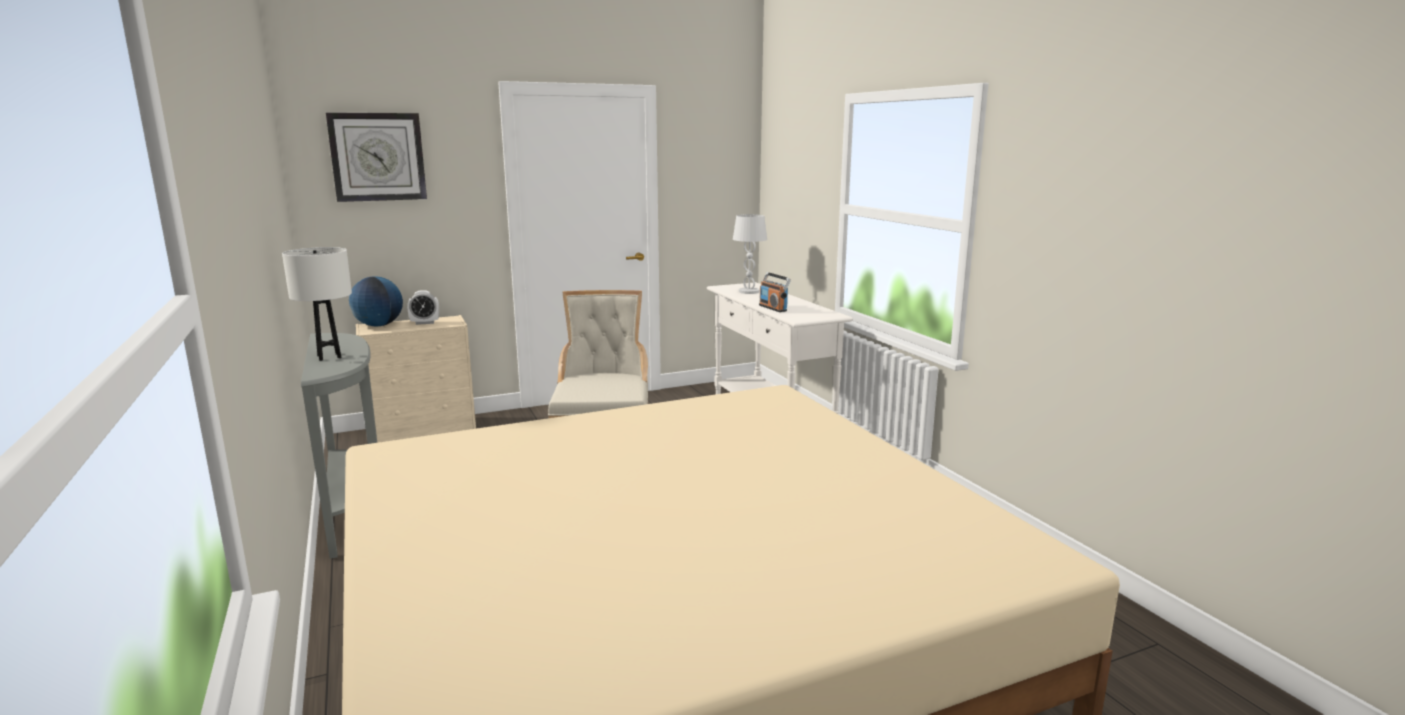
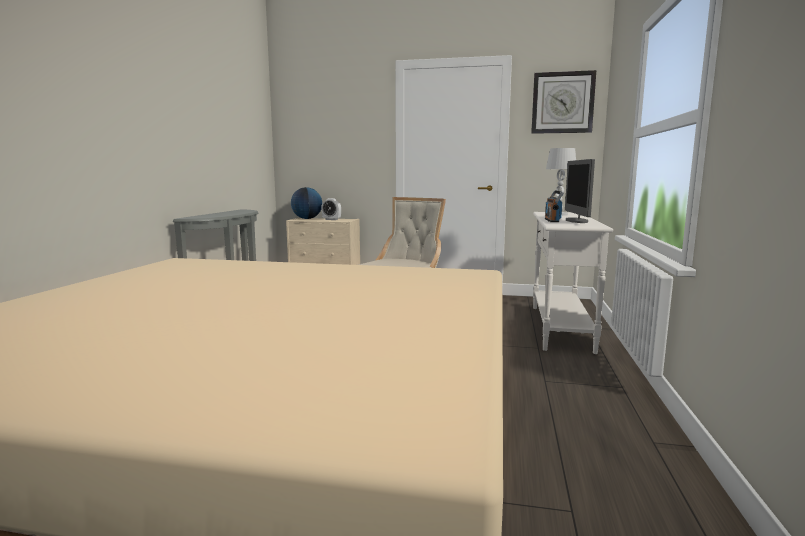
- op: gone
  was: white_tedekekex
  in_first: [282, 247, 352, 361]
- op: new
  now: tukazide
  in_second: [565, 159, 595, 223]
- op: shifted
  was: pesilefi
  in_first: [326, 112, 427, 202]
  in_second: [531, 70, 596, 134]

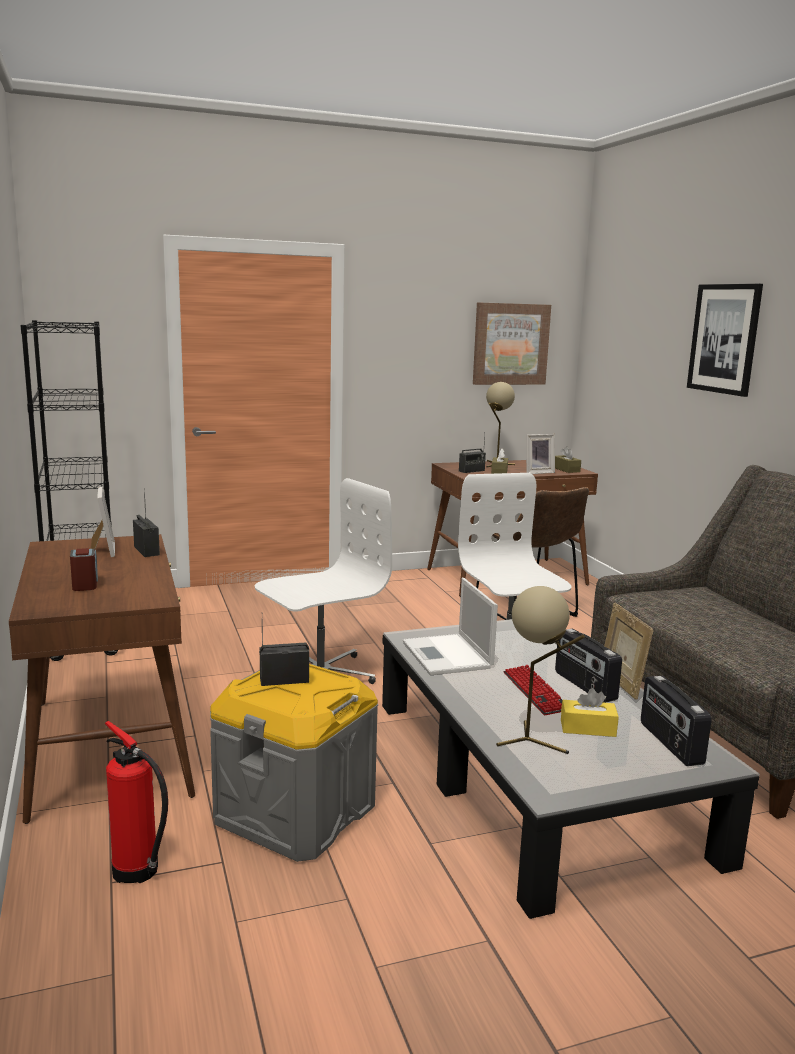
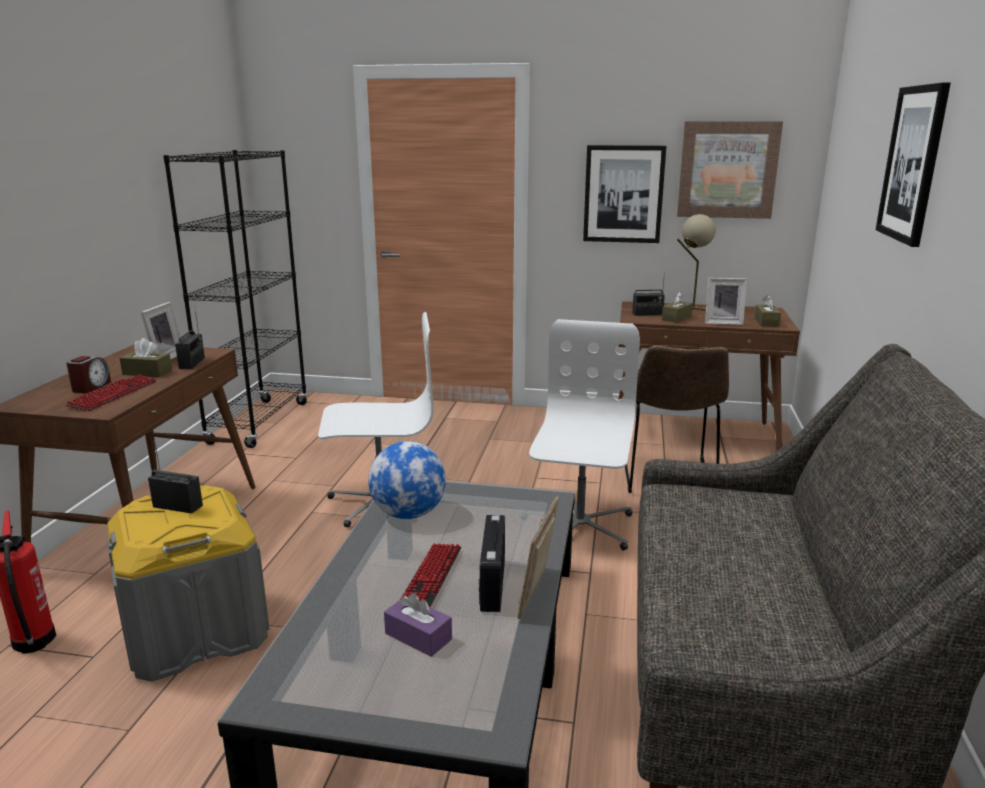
- op: gone
  was: beige_tedekekex
  in_first: [496, 586, 585, 754]
- op: gone
  was: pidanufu
  in_first: [641, 676, 712, 766]
- op: new
  now: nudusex
  in_second: [66, 375, 156, 411]
- op: new
  now: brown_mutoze
  in_second: [120, 338, 172, 377]
- op: new
  now: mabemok
  in_second: [583, 145, 666, 243]
- op: swapped
  was: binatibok
  now: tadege
  in_first: [403, 578, 498, 675]
  in_second: [368, 441, 446, 519]
- op: repainted
  was: yellow_mutoze
  now: purple_mutoze
  in_first: [561, 688, 619, 737]
  in_second: [384, 593, 452, 657]

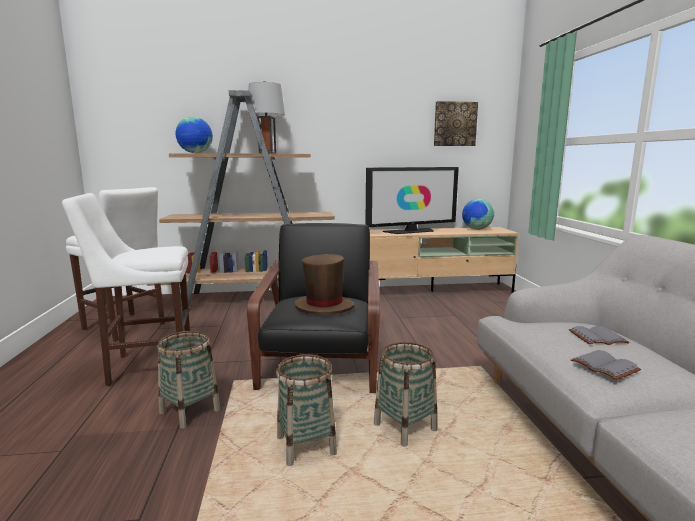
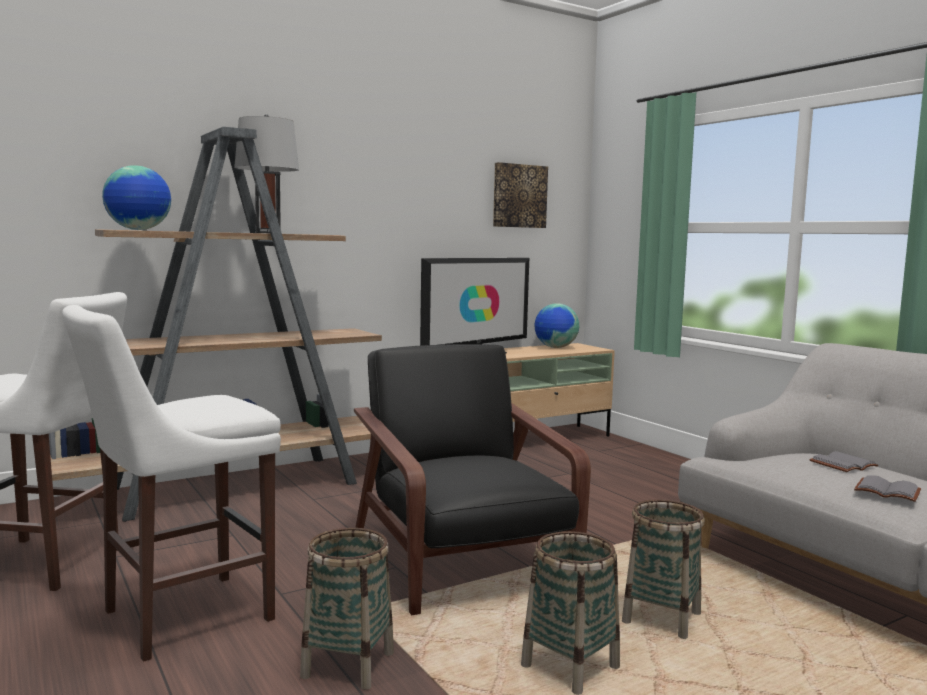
- op: gone
  was: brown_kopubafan
  in_first: [295, 254, 354, 315]

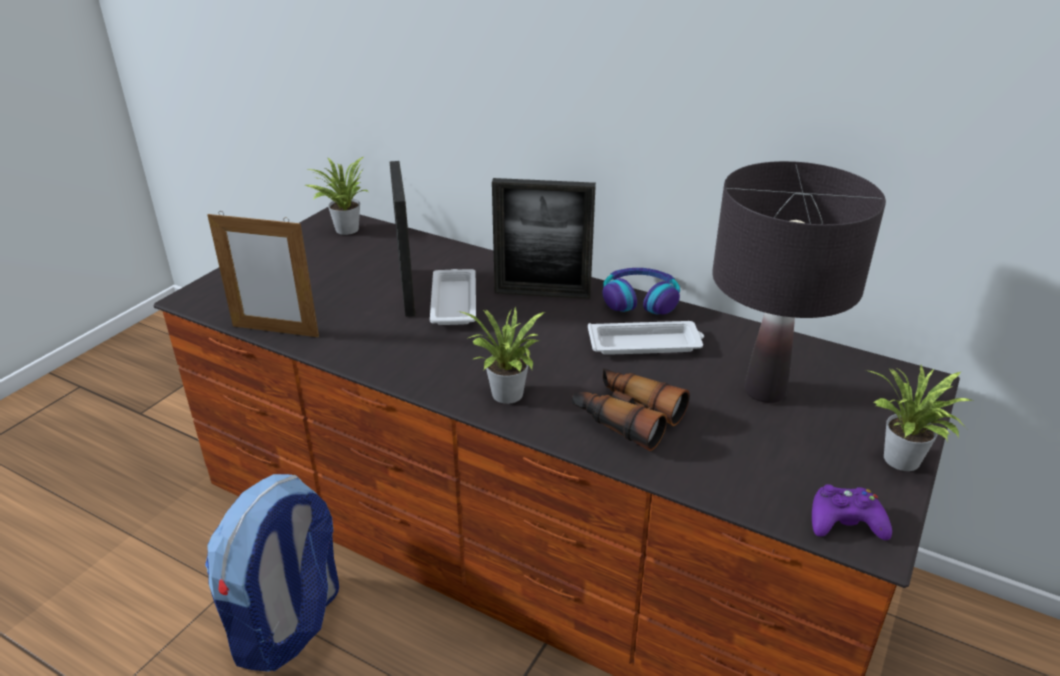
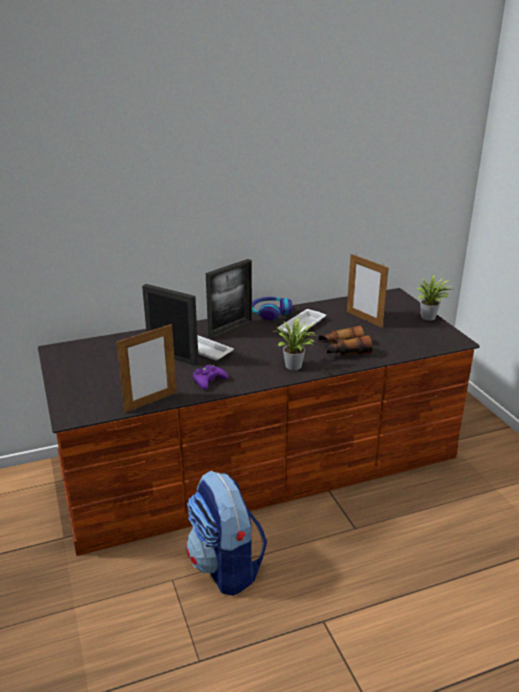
- op: gone
  was: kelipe
  in_first: [306, 157, 368, 235]
- op: shifted
  was: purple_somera
  in_first: [812, 484, 892, 540]
  in_second: [193, 364, 228, 390]
- op: swapped
  was: black_tedekekex
  now: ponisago
  in_first: [712, 161, 886, 403]
  in_second: [347, 253, 389, 328]

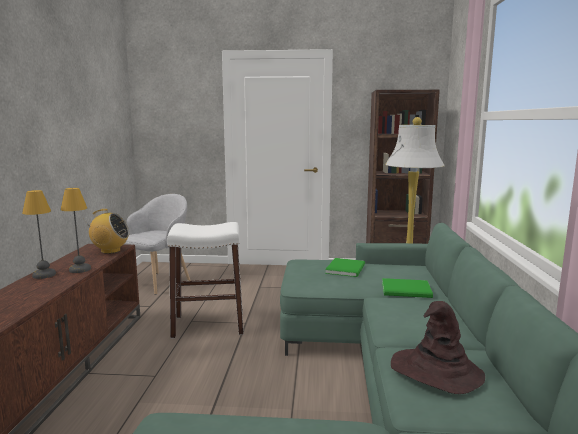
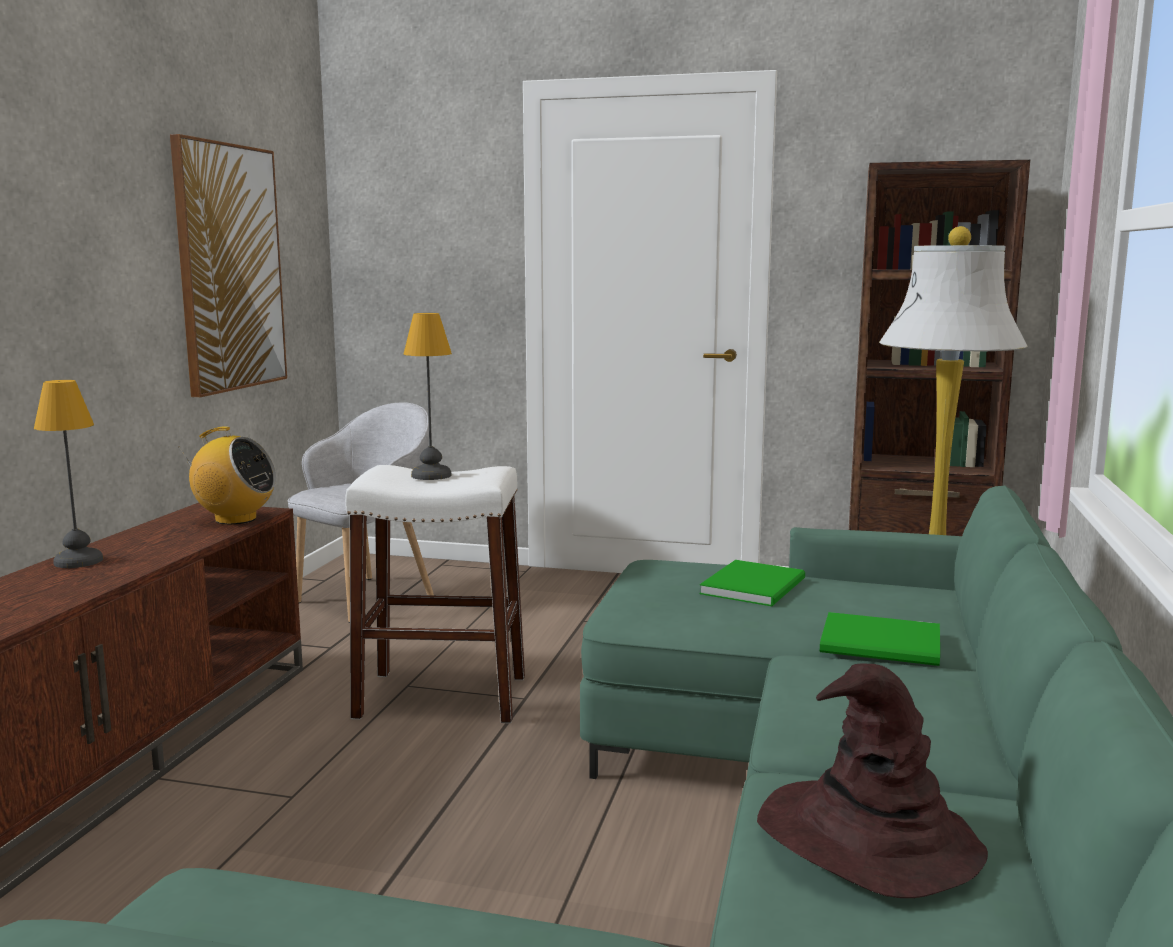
- op: new
  now: mabemok
  in_second: [170, 134, 287, 398]
- op: shifted
  was: tedekekex
  in_first: [61, 188, 91, 273]
  in_second: [403, 313, 452, 480]

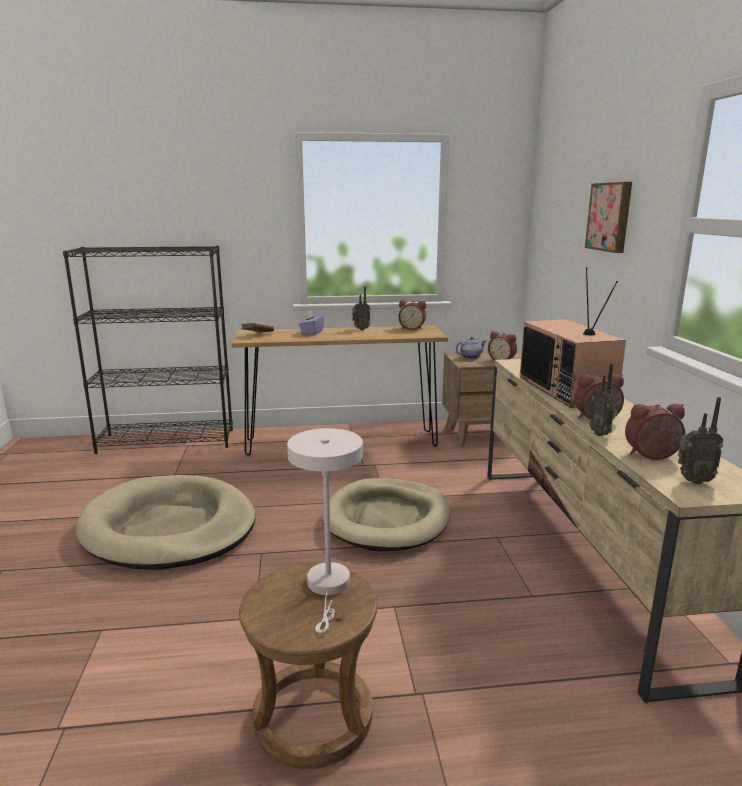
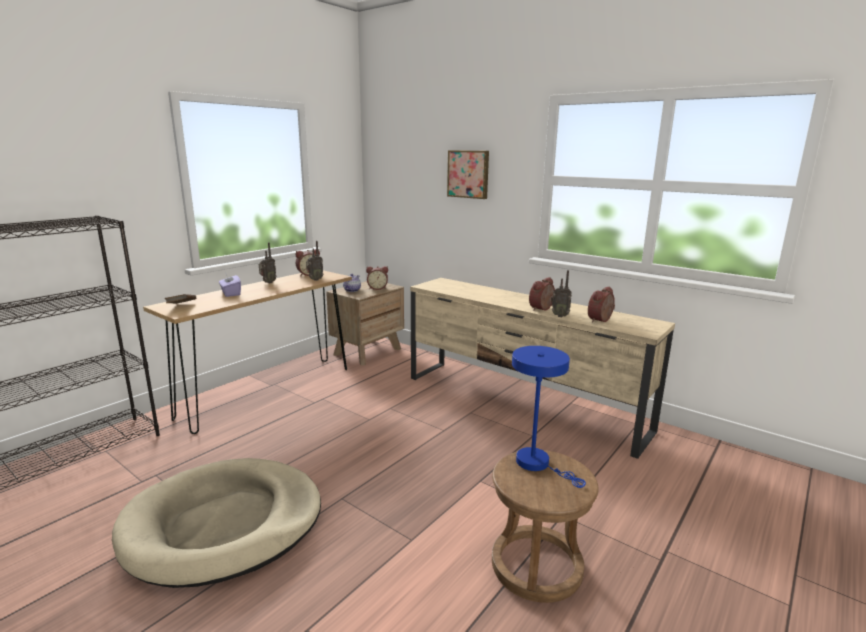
- op: gone
  was: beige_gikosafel
  in_first: [322, 478, 450, 552]
- op: gone
  was: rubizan
  in_first: [520, 267, 626, 408]
- op: shifted
  was: pidanufu
  in_first: [678, 397, 724, 484]
  in_second: [306, 241, 323, 281]
- op: repainted
  was: white_tedekekex
  now: blue_tedekekex
  in_first: [287, 428, 363, 633]
  in_second: [512, 346, 586, 488]

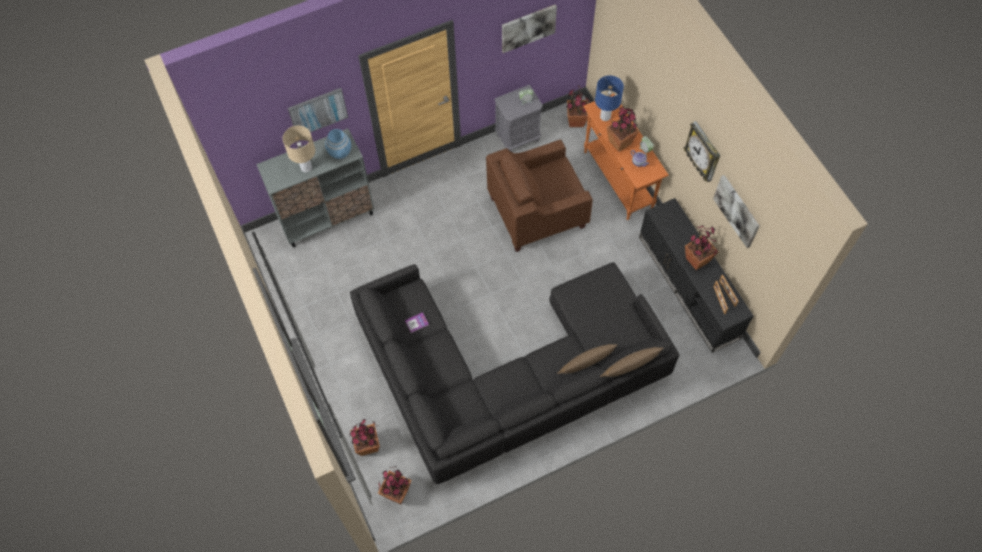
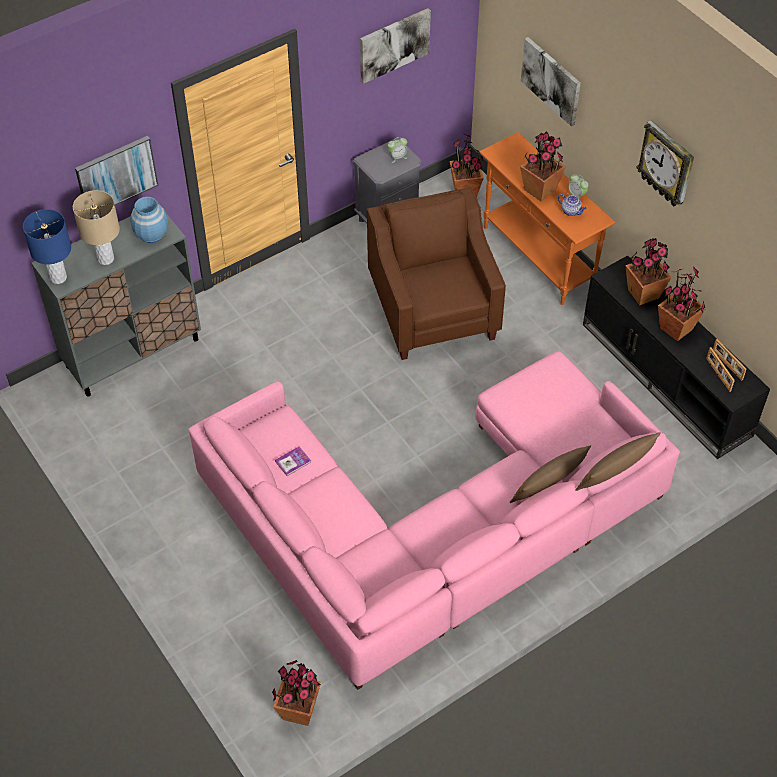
- op: shifted
  was: kelipe
  in_first: [349, 419, 380, 456]
  in_second: [625, 238, 671, 306]
- op: shifted
  was: blue_tedekekex
  in_first: [595, 75, 624, 121]
  in_second: [23, 209, 71, 284]
- op: shifted
  was: mabemok
  in_first: [713, 175, 760, 248]
  in_second: [521, 37, 581, 126]
- op: repainted
  was: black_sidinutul
  now: pink_sidinutul
  in_first: [350, 262, 680, 485]
  in_second: [188, 351, 680, 690]
- op: rotated
  was: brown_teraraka
  in_first: [486, 140, 593, 252]
  in_second: [367, 188, 506, 360]
  clockwise: 105

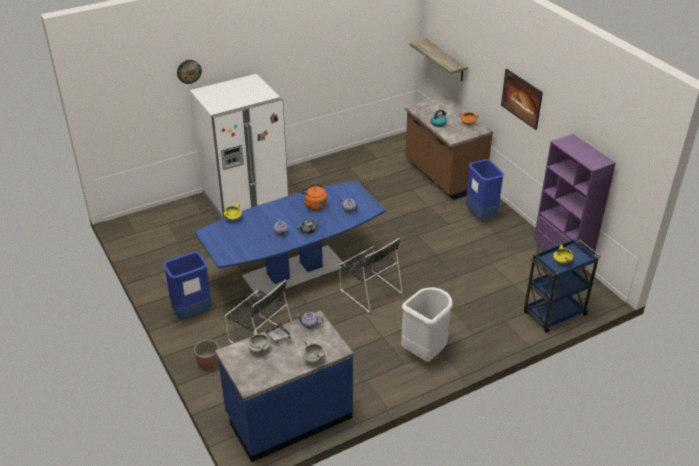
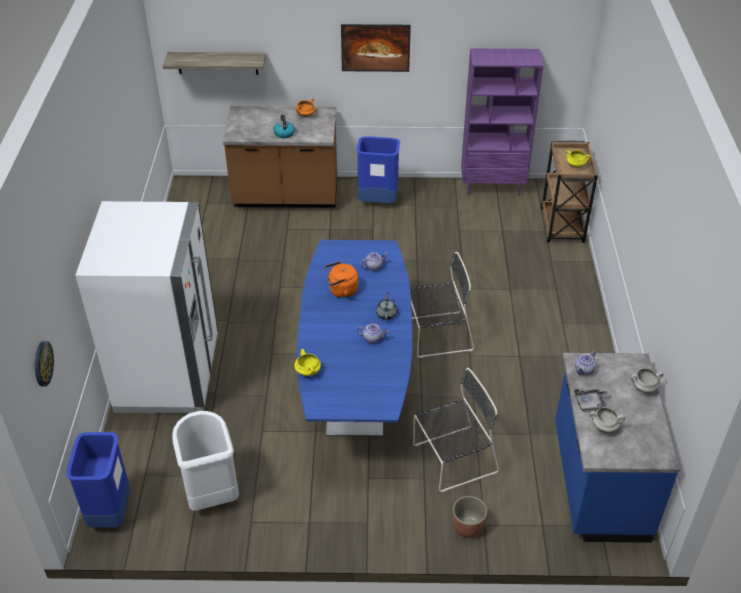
- op: shifted
  was: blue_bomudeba
  in_first: [163, 252, 212, 319]
  in_second: [66, 432, 130, 528]
- op: shifted
  was: pesilefi
  in_first: [177, 60, 202, 84]
  in_second: [35, 341, 54, 386]
- op: shifted
  was: white_bomudeba
  in_first: [401, 287, 453, 362]
  in_second: [172, 411, 239, 511]
- op: repainted
  was: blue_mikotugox
  now: brown_mikotugox
  in_first: [524, 239, 601, 333]
  in_second: [541, 140, 598, 243]

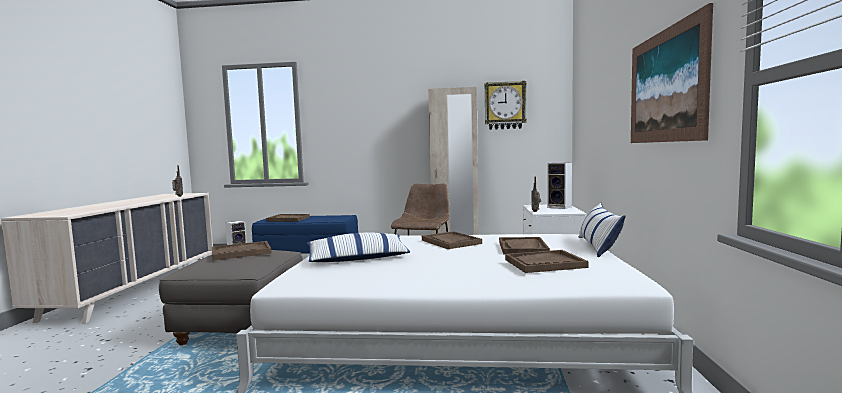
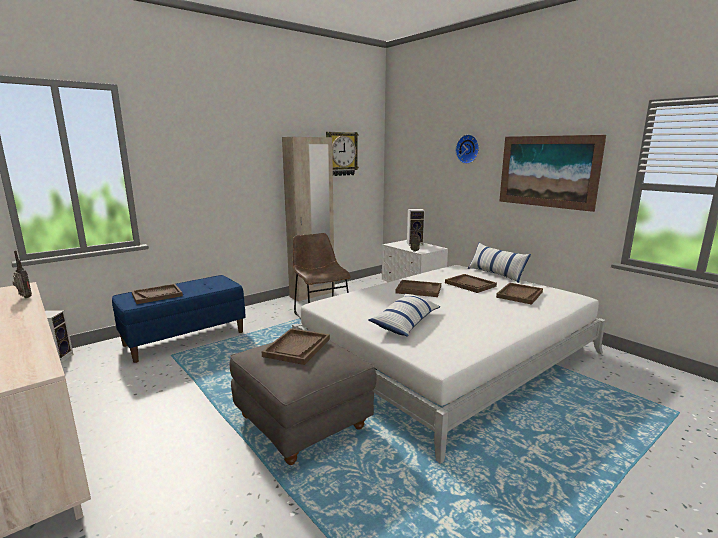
- op: new
  now: pesilefi
  in_second: [456, 134, 479, 164]

